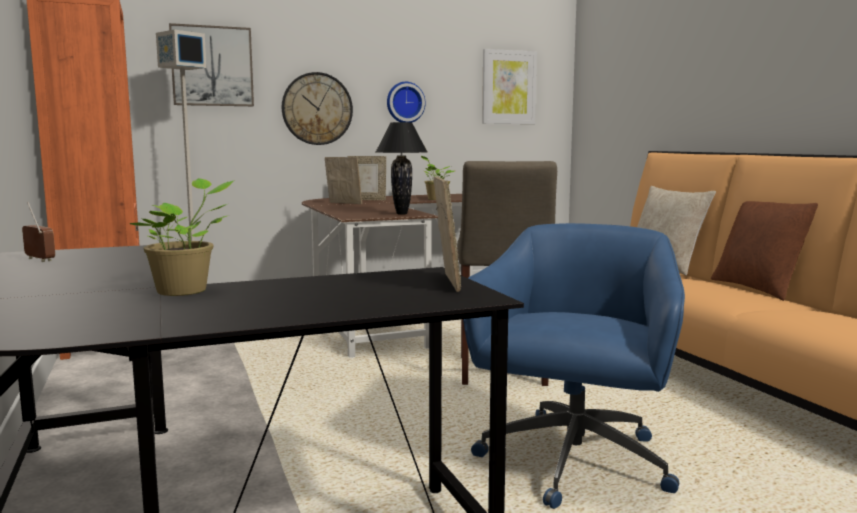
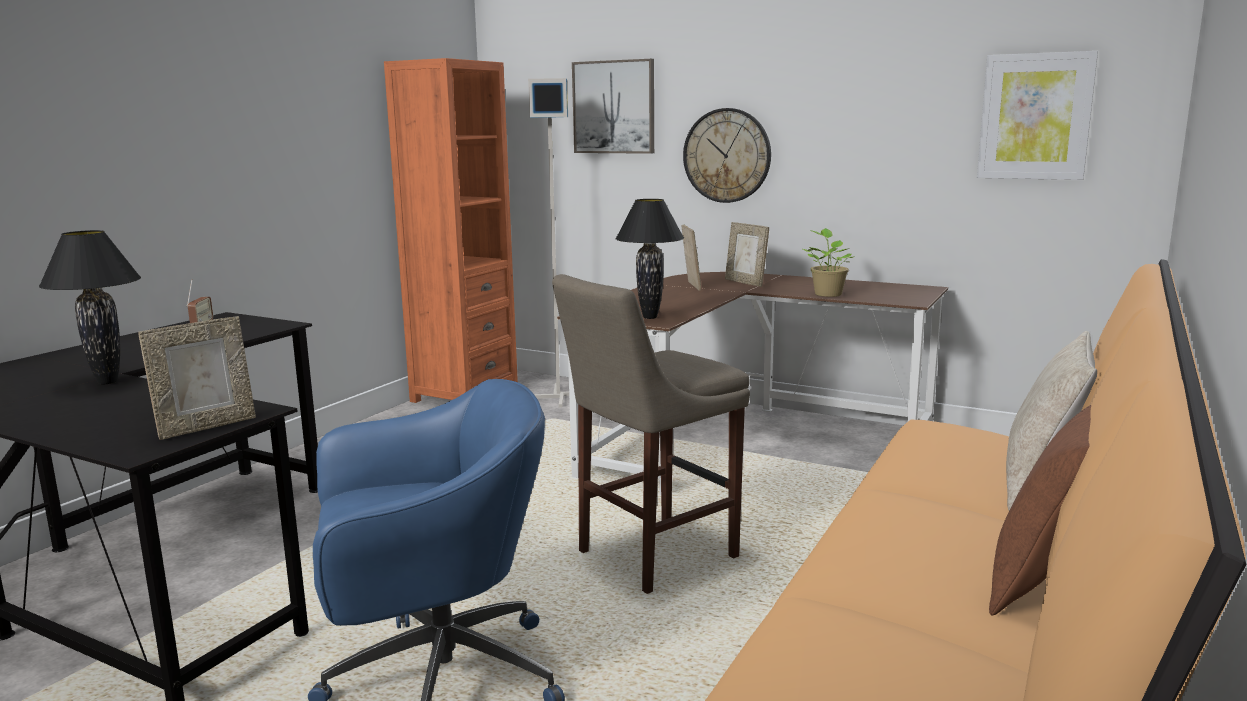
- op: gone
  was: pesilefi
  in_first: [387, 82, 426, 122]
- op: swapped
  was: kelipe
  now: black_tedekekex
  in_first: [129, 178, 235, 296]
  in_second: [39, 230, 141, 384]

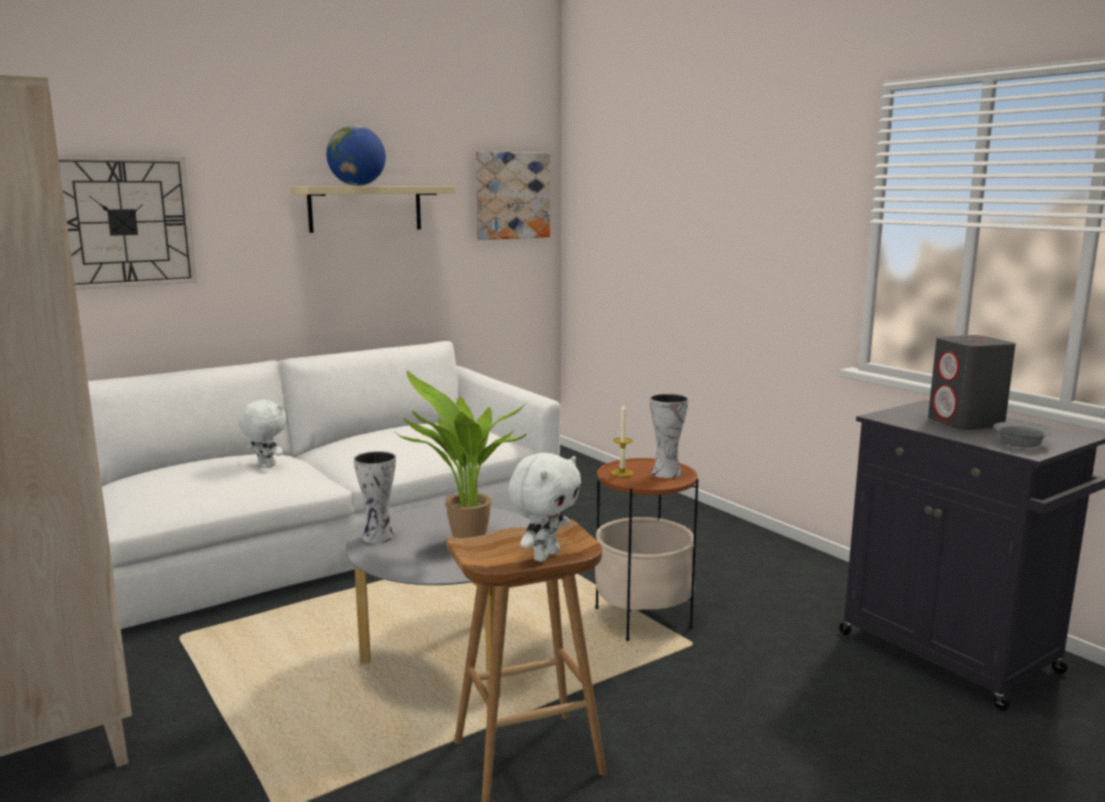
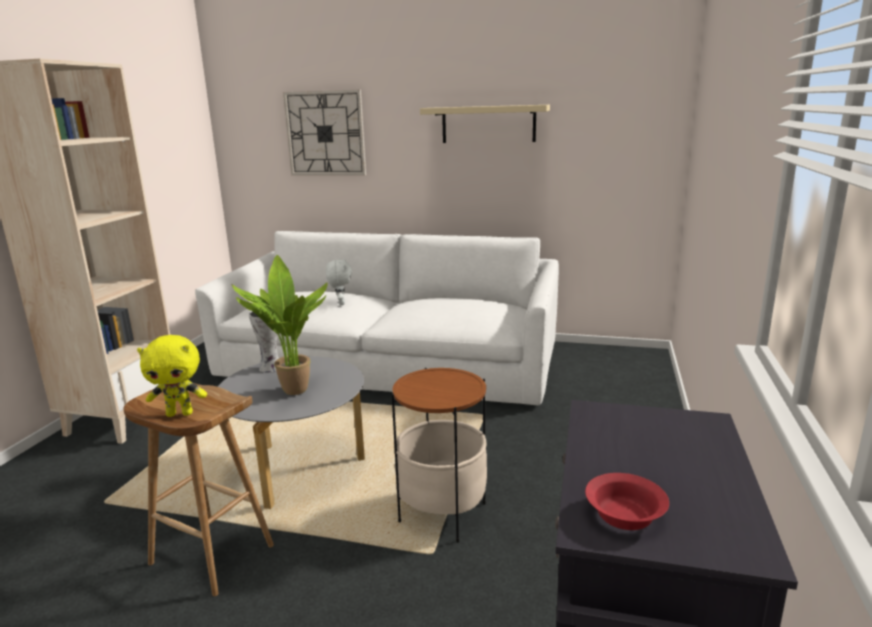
- op: gone
  was: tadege
  in_first: [326, 126, 386, 186]
- op: gone
  was: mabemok
  in_first: [476, 151, 550, 240]
- op: gone
  was: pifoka
  in_first: [611, 404, 633, 477]
- op: gone
  was: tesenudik
  in_first: [650, 393, 689, 478]
- op: gone
  was: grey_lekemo
  in_first: [928, 335, 1016, 430]
- op: repainted
  was: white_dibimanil
  now: yellow_dibimanil
  in_first: [508, 453, 581, 562]
  in_second: [137, 335, 207, 417]
- op: repainted
  was: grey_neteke
  now: red_neteke
  in_first: [993, 422, 1052, 447]
  in_second: [585, 473, 669, 530]

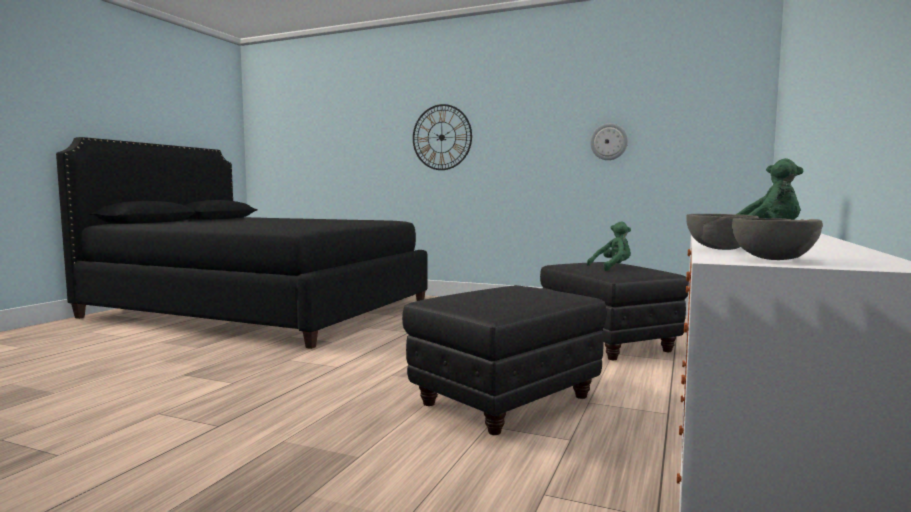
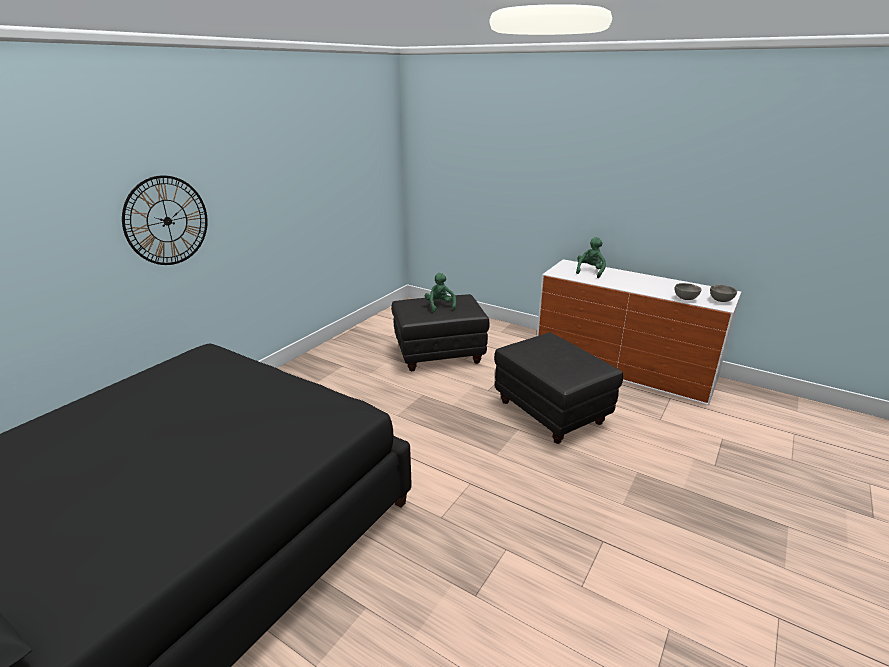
- op: gone
  was: pesilefi
  in_first: [590, 123, 628, 160]

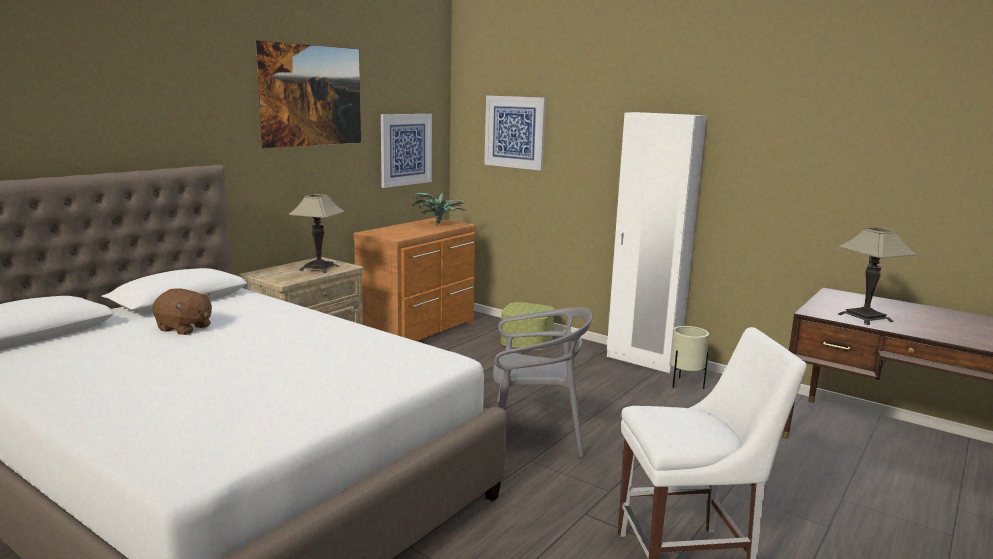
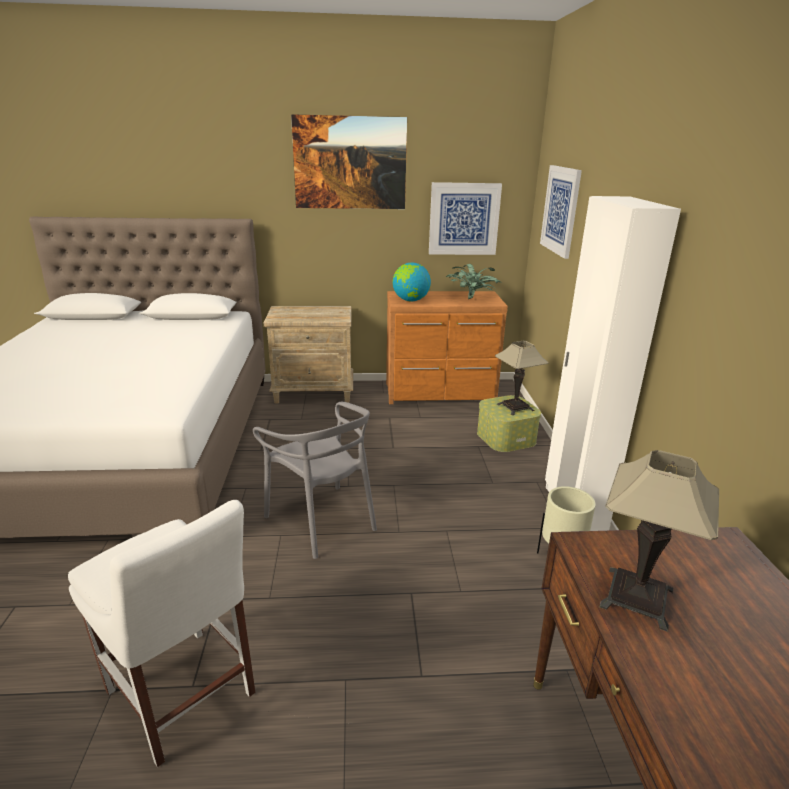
- op: gone
  was: brown_dibimanil
  in_first: [152, 289, 212, 335]
- op: new
  now: tadege
  in_second: [393, 263, 431, 301]
- op: shifted
  was: tedekekex
  in_first: [288, 194, 345, 273]
  in_second: [495, 341, 549, 415]

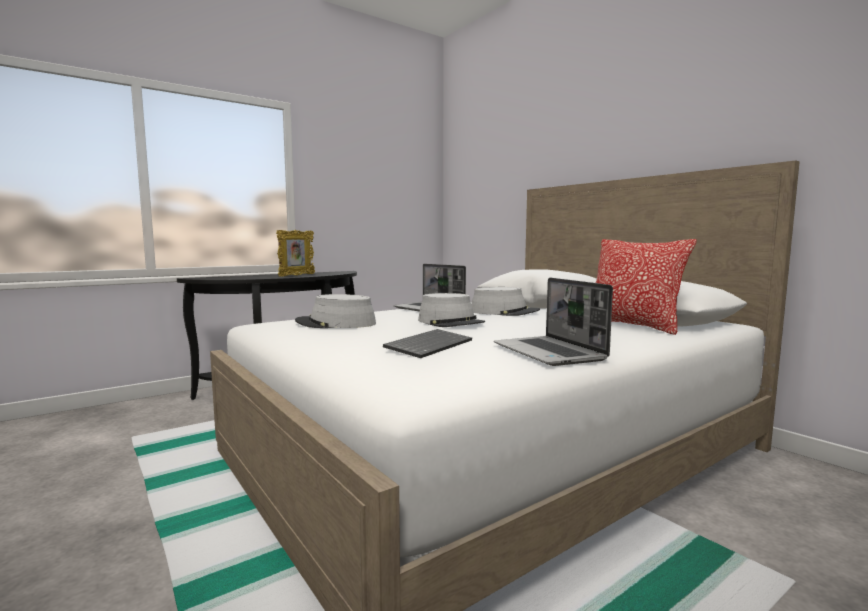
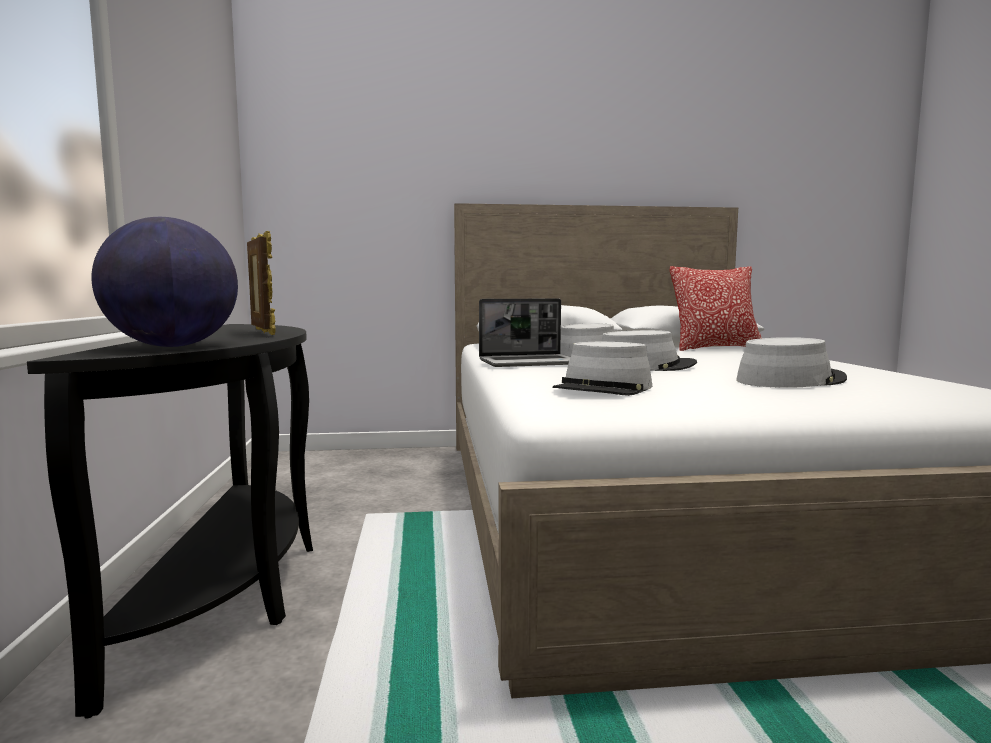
- op: gone
  was: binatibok
  in_first: [494, 278, 613, 366]
- op: new
  now: tadege
  in_second: [92, 217, 238, 347]
- op: swapped
  was: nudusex
  now: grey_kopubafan
  in_first: [383, 329, 472, 358]
  in_second: [736, 337, 847, 388]

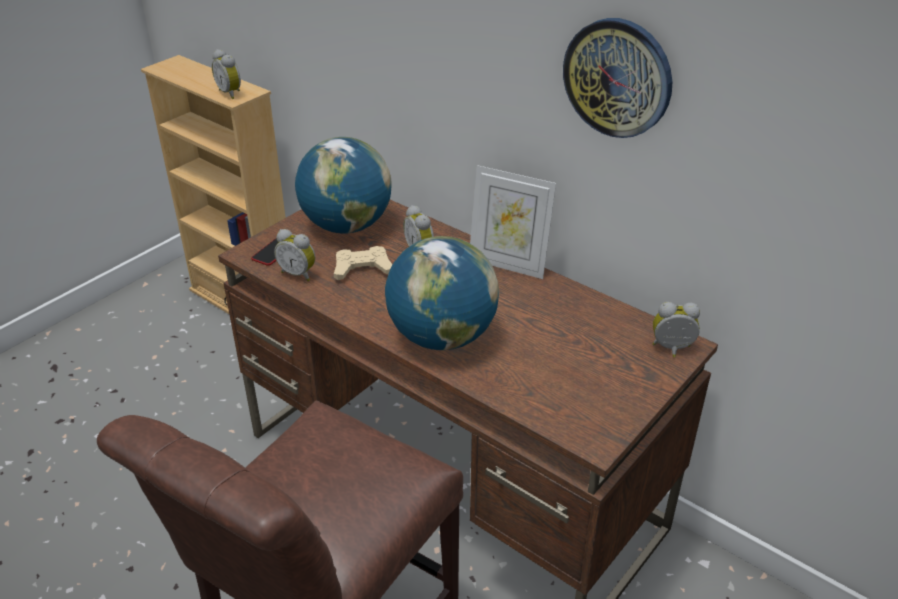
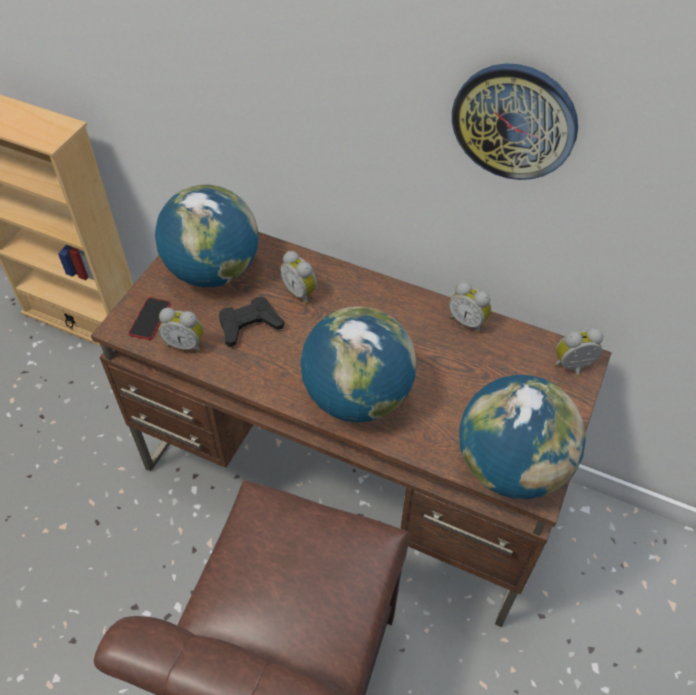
- op: gone
  was: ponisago
  in_first: [470, 165, 556, 279]
- op: new
  now: tadege
  in_second: [459, 375, 586, 499]
- op: shifted
  was: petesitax
  in_first: [212, 49, 241, 99]
  in_second: [449, 282, 491, 333]
- op: repainted
  was: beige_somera
  now: black_somera
  in_first: [334, 246, 393, 280]
  in_second: [219, 297, 284, 347]

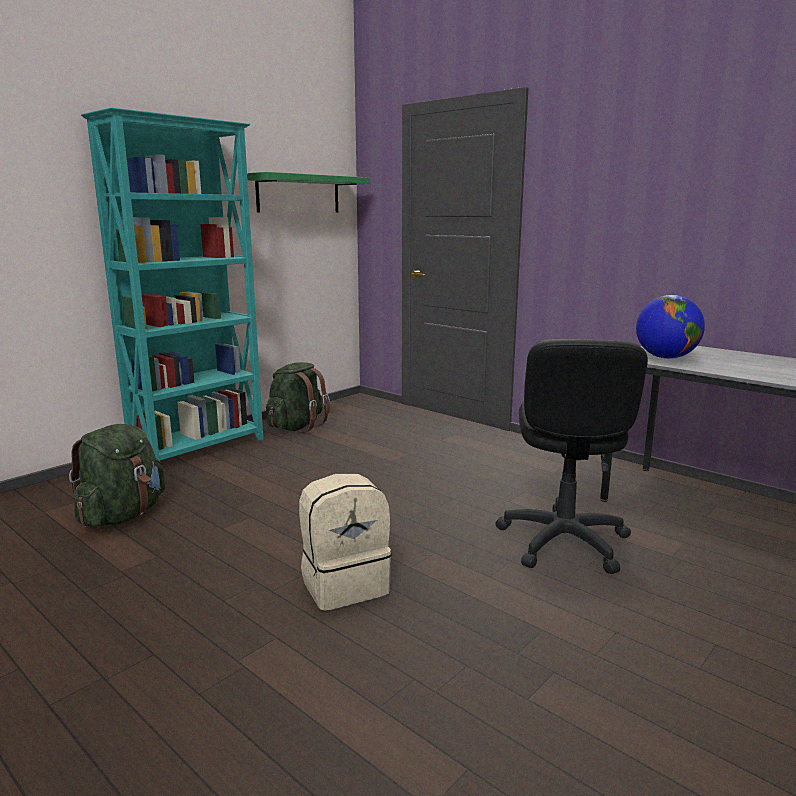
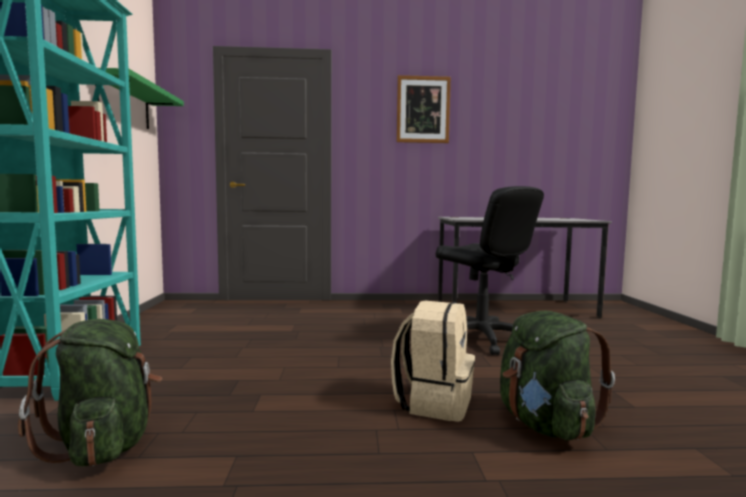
- op: gone
  was: tadege
  in_first: [636, 295, 705, 359]
- op: new
  now: mabemok
  in_second: [396, 75, 451, 143]
- op: shifted
  was: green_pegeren
  in_first: [266, 362, 330, 433]
  in_second: [500, 311, 615, 440]

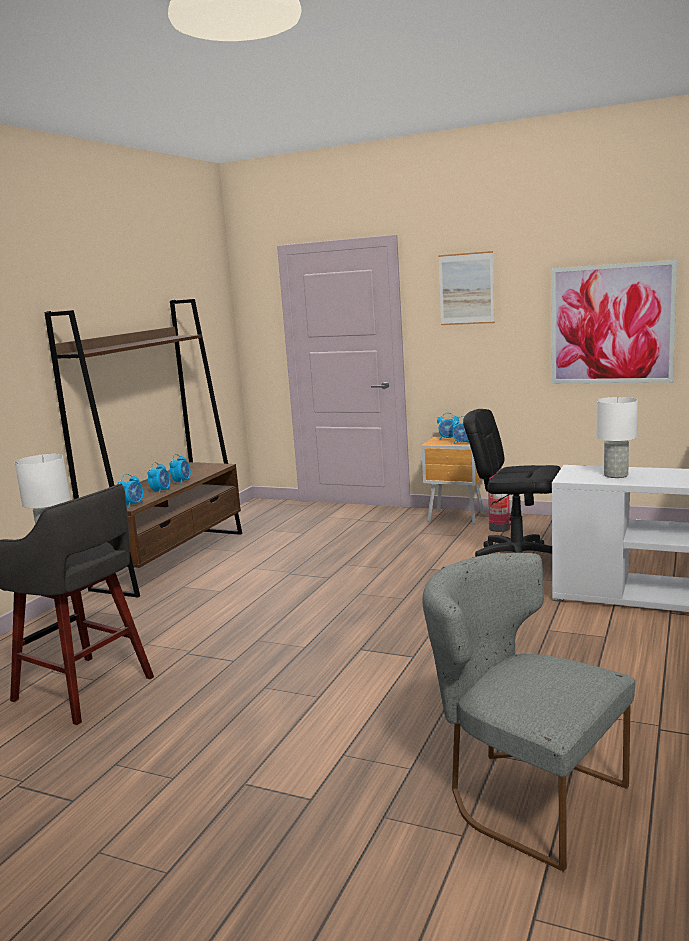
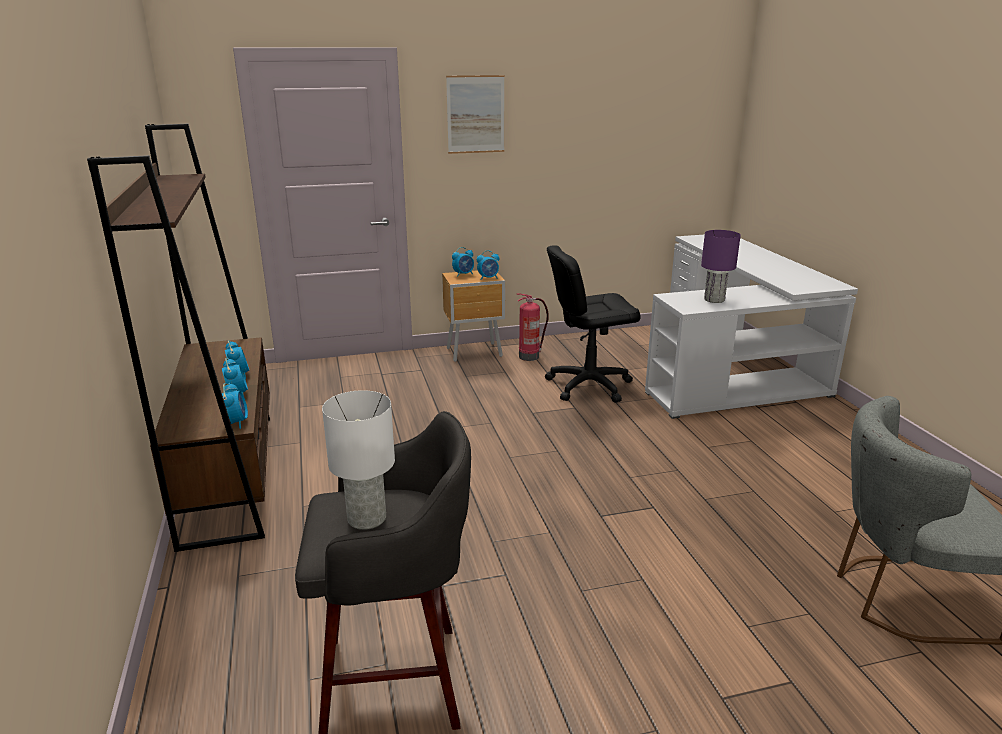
- op: gone
  was: mabemok
  in_first: [551, 260, 677, 383]
- op: repainted
  was: white_tedekekex
  now: purple_tedekekex
  in_first: [597, 397, 638, 478]
  in_second: [701, 230, 741, 303]

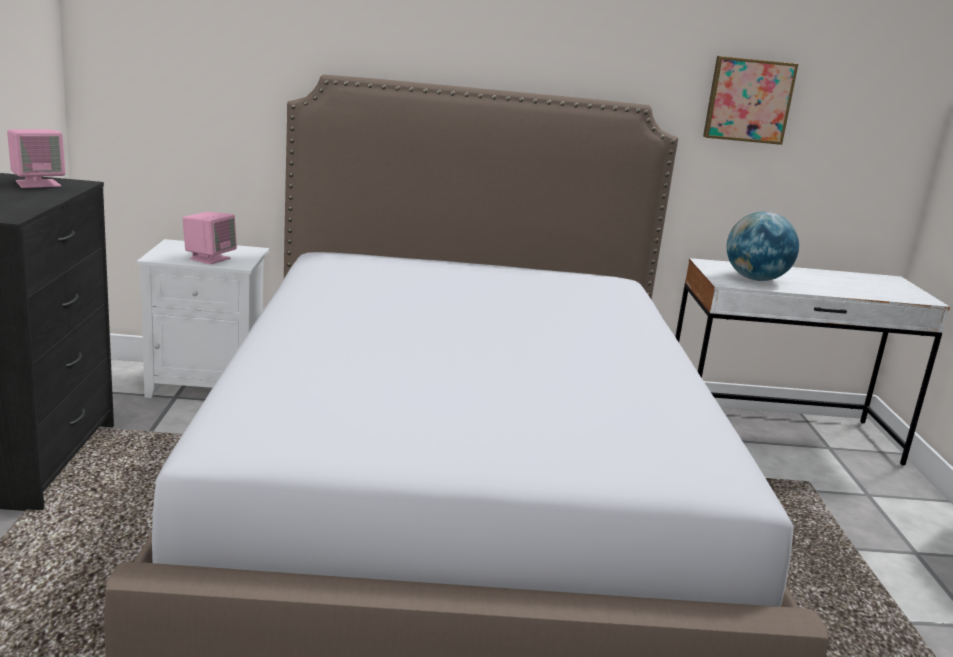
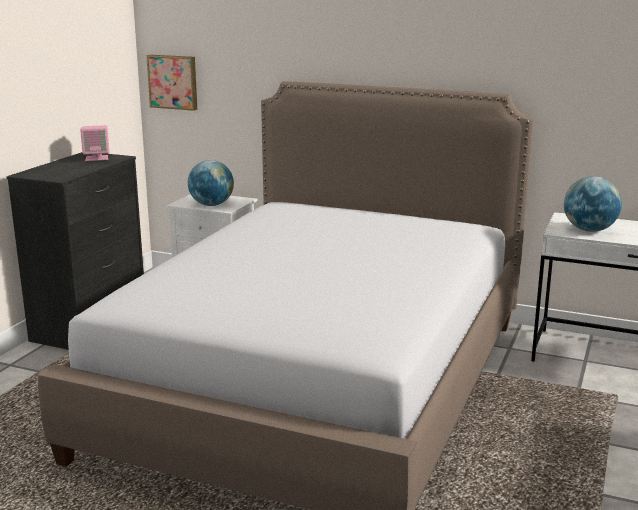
- op: shifted
  was: mabemok
  in_first: [703, 56, 798, 145]
  in_second: [146, 55, 197, 111]
- op: swapped
  was: pink_lekemo
  now: tadege
  in_first: [183, 212, 237, 264]
  in_second: [188, 160, 234, 206]

